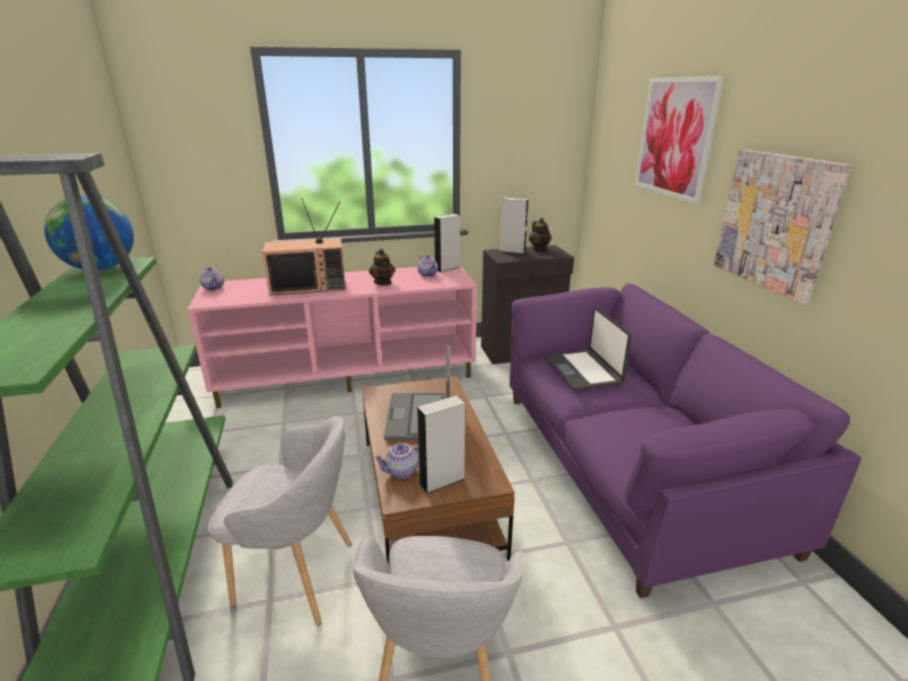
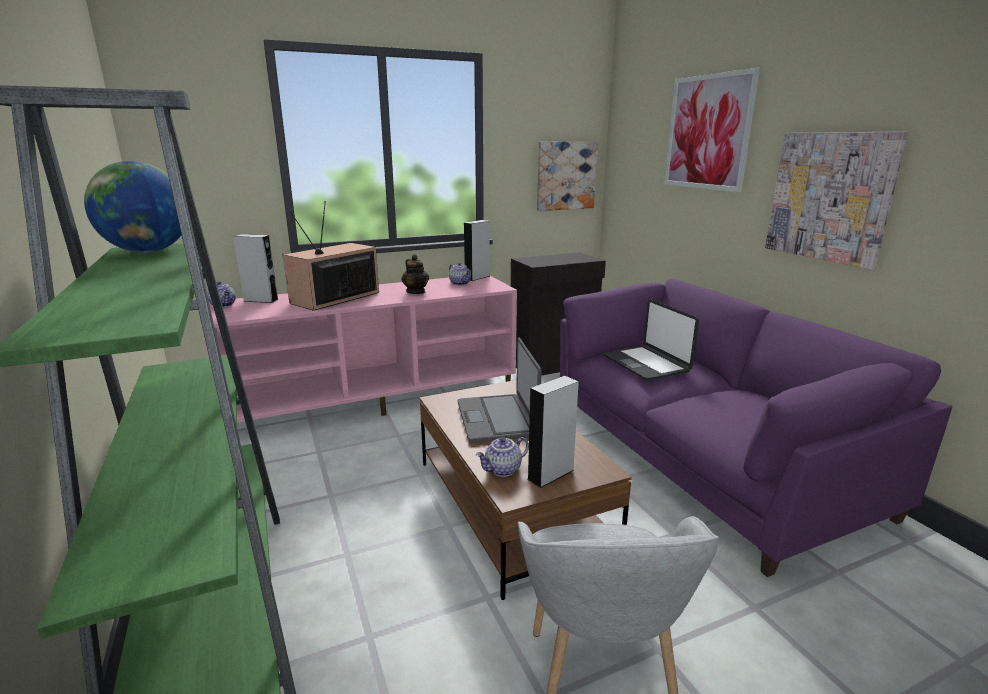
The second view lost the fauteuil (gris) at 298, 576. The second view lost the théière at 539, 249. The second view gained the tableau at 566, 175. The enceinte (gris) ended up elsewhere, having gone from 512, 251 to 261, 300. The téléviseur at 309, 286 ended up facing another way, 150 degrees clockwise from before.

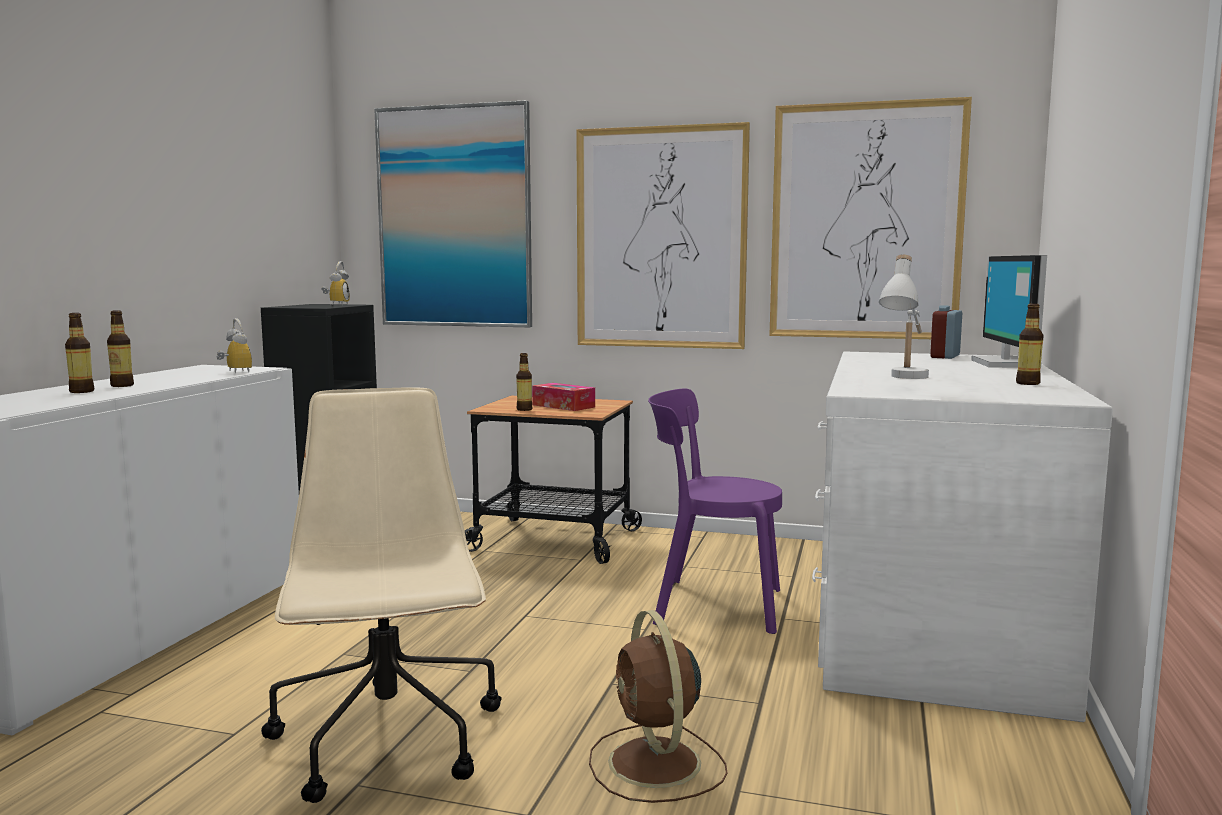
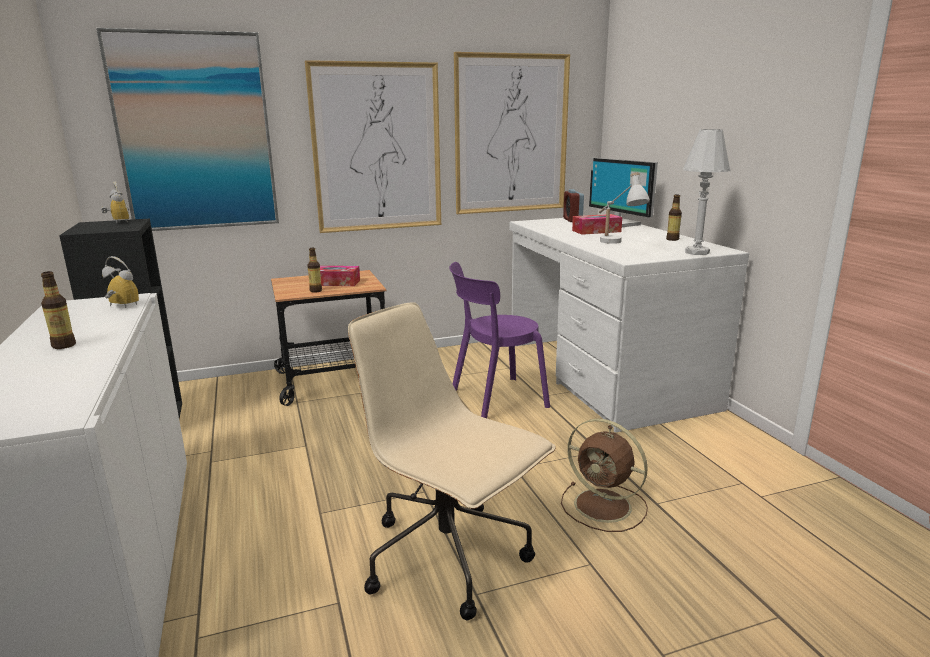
The second view lost the bouteille at 81, 391. The second view gained the boîte à mouchoirs at 596, 231. The second view gained the lampe de table (blanc) at 697, 252.

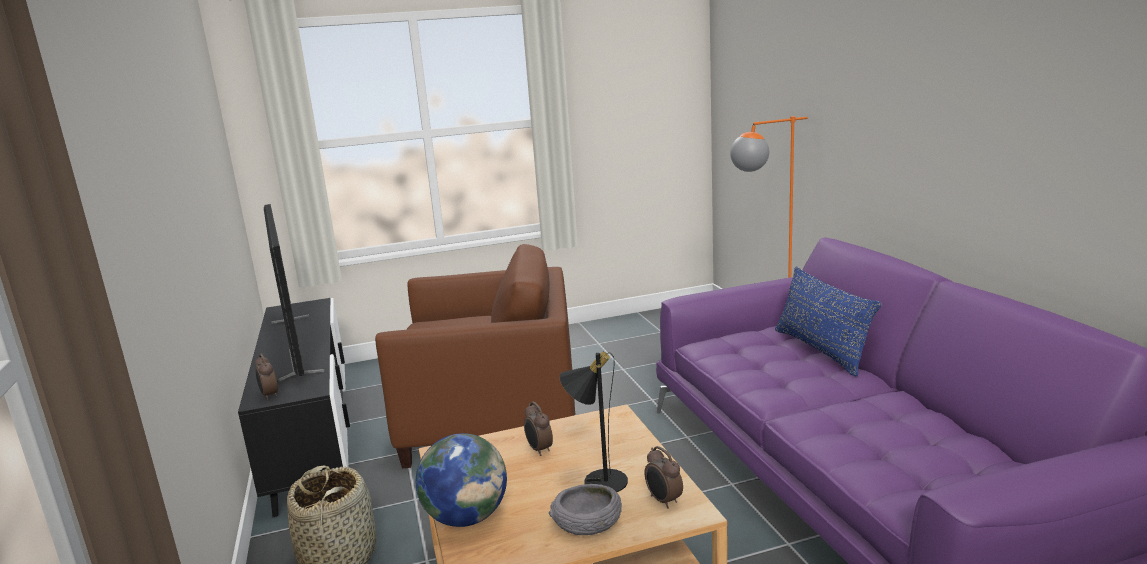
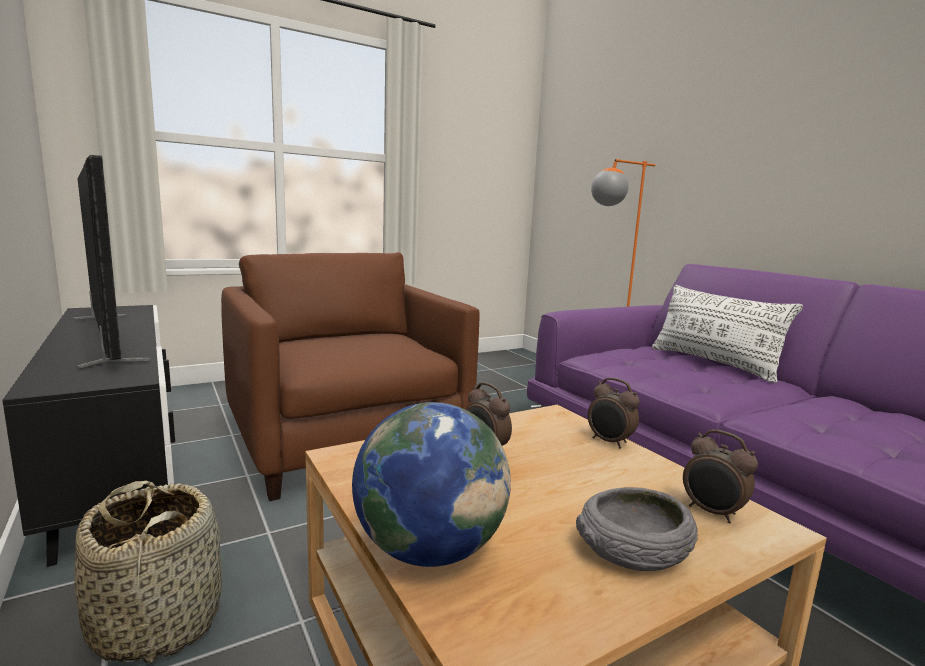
The second view lost the lampe de table (noir) at 598, 479. The réveil ended up elsewhere, having gone from 269, 395 to 609, 442. What was the coussin (bleu) at 821, 350 turned into the coussin (blanc) at 713, 363. The fauteuil (marron) at 491, 419 ended up facing another way, 105 degrees counterclockwise from before.

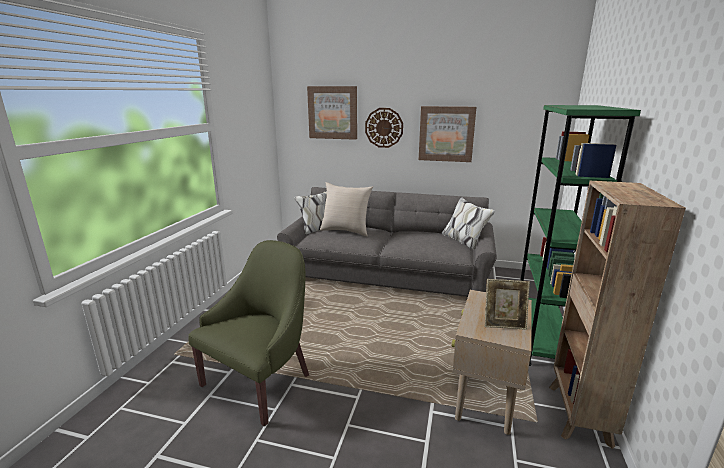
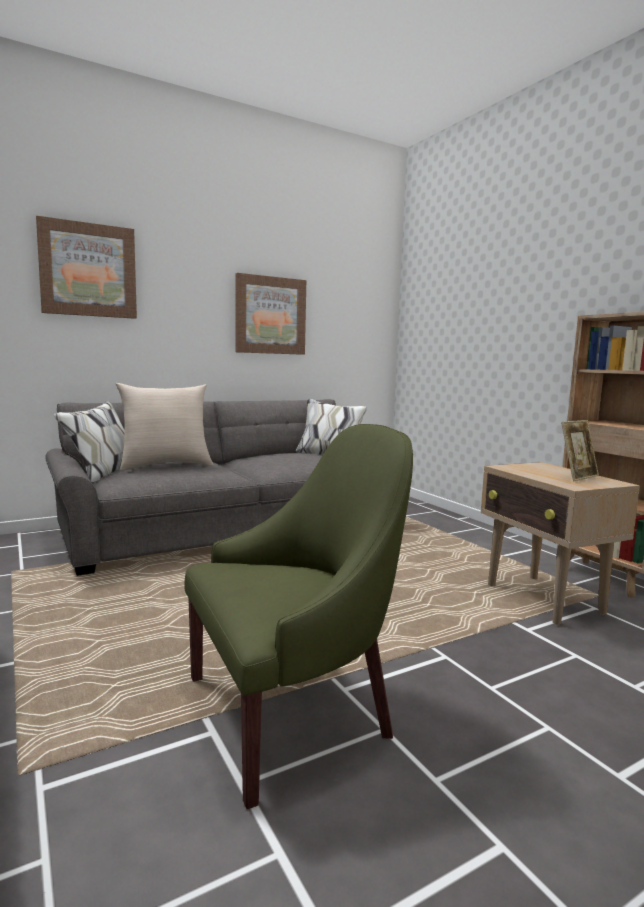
The second view lost the horloge murale at 384, 127. The second view lost the bibliothèque (vert) at 543, 337. The fauteuil (vert) at 260, 381 ended up facing another way, 75 degrees clockwise from before.

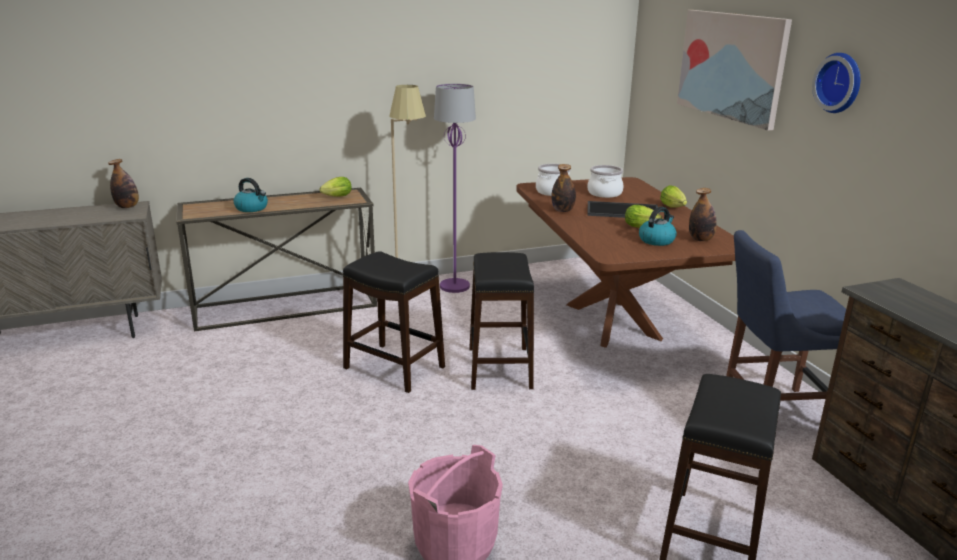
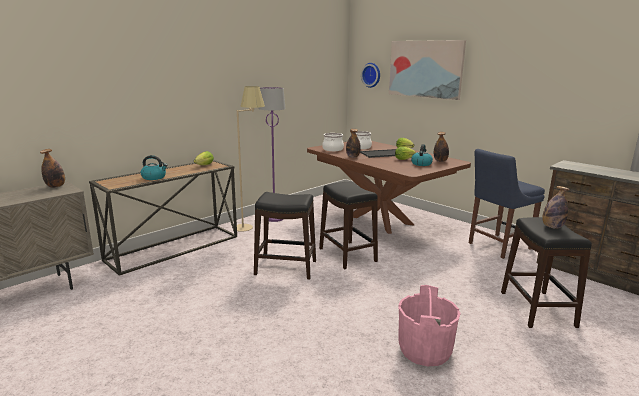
The second view gained the bouteille at 552, 227. The horloge murale ended up elsewhere, having gone from 840, 83 to 372, 75.

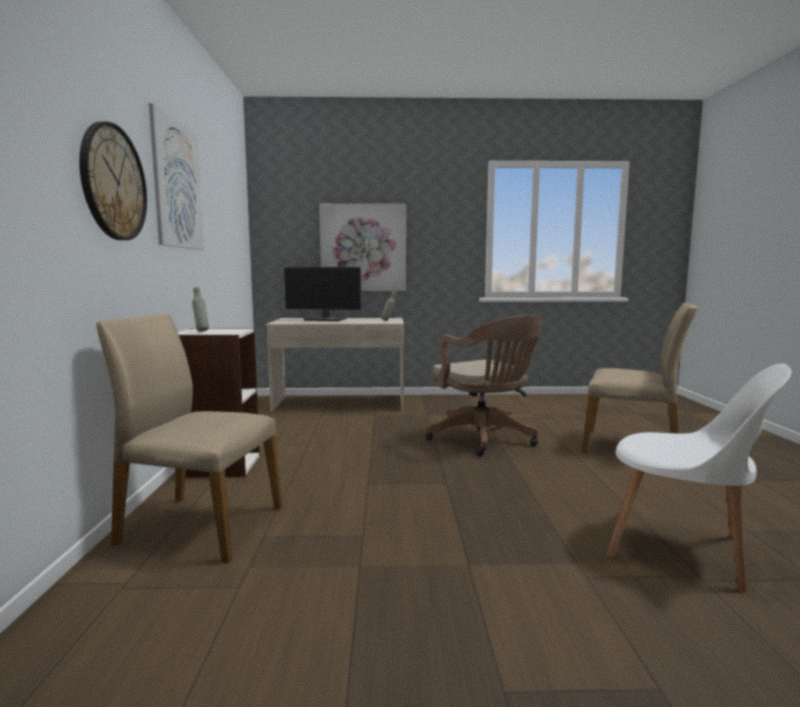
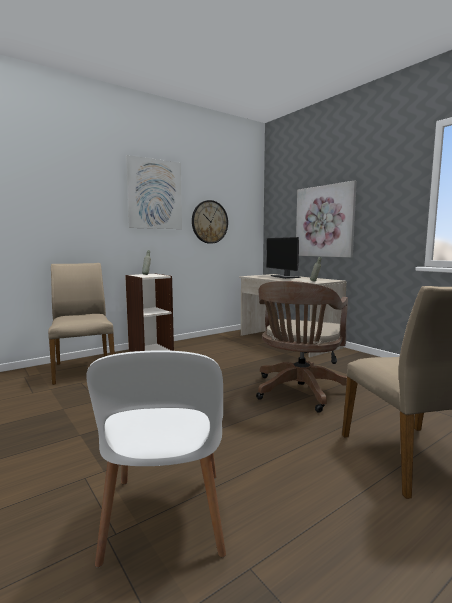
The horloge murale ended up elsewhere, having gone from 113, 183 to 209, 222.

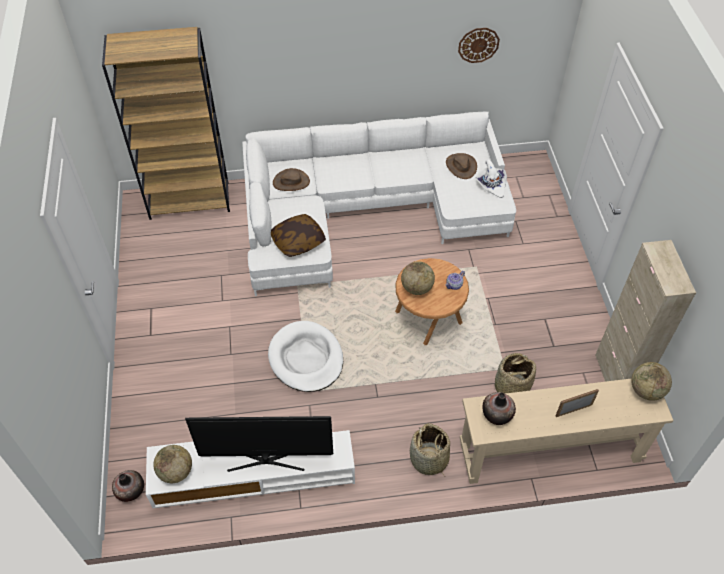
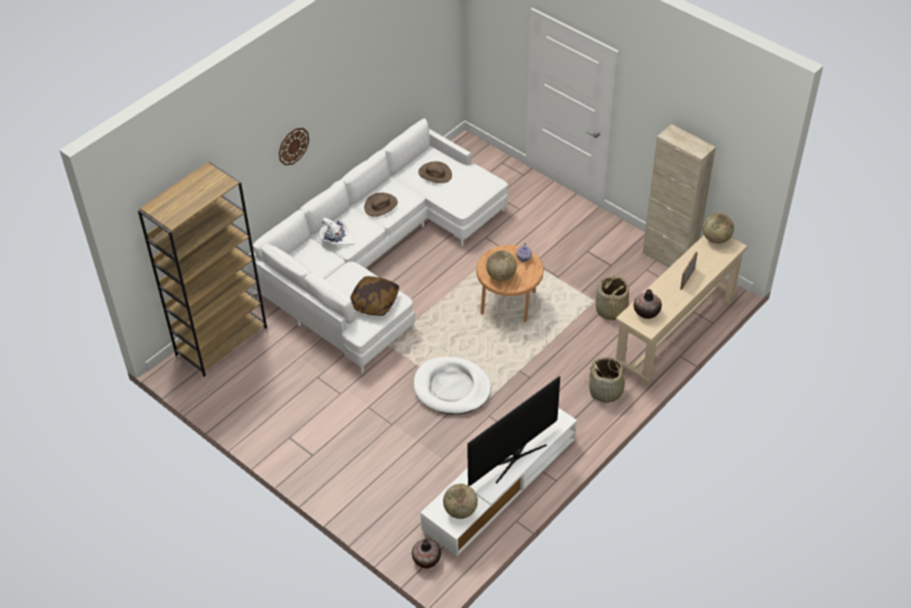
The chapeau (marron) ended up elsewhere, having gone from 291, 182 to 381, 205. The horloge murale ended up elsewhere, having gone from 478, 45 to 293, 146. The chapeau (blanc) ended up elsewhere, having gone from 491, 184 to 336, 238.

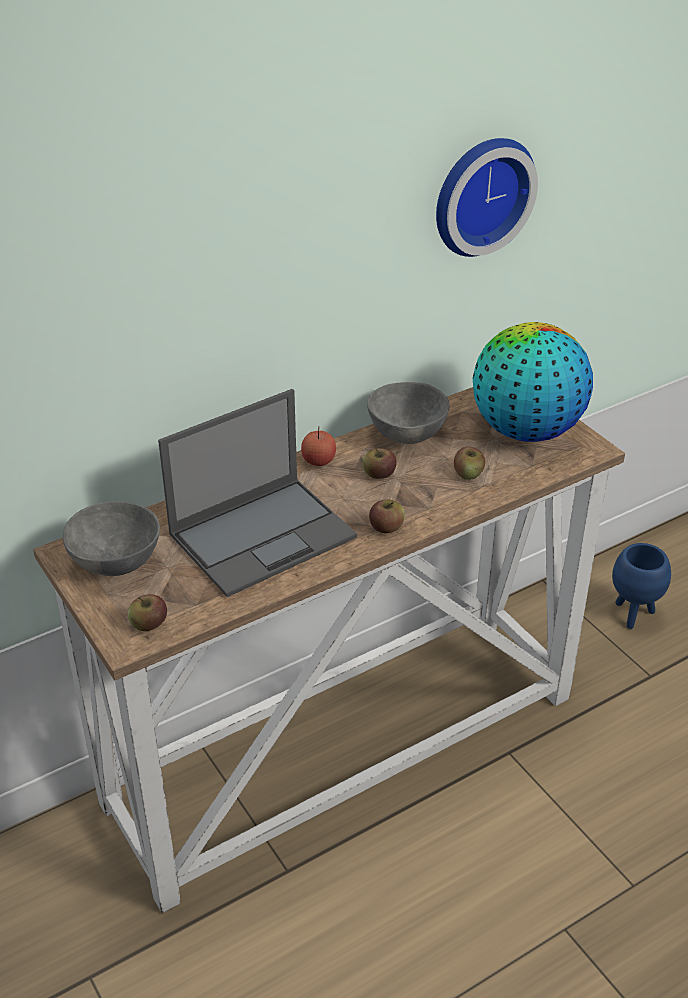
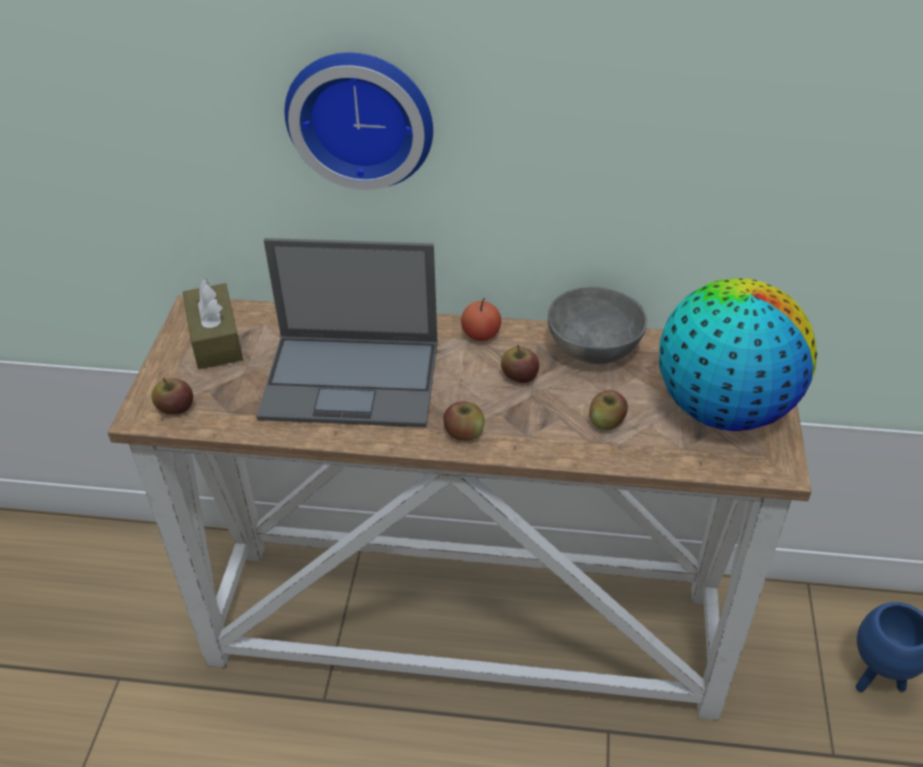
The horloge murale ended up elsewhere, having gone from 479, 194 to 361, 116. Where the bol (gris) stood at 113, 562, the boîte à mouchoirs (marron) came to stand at 215, 339.

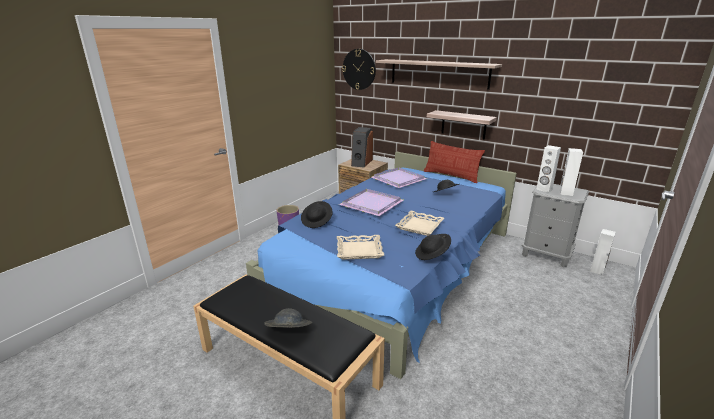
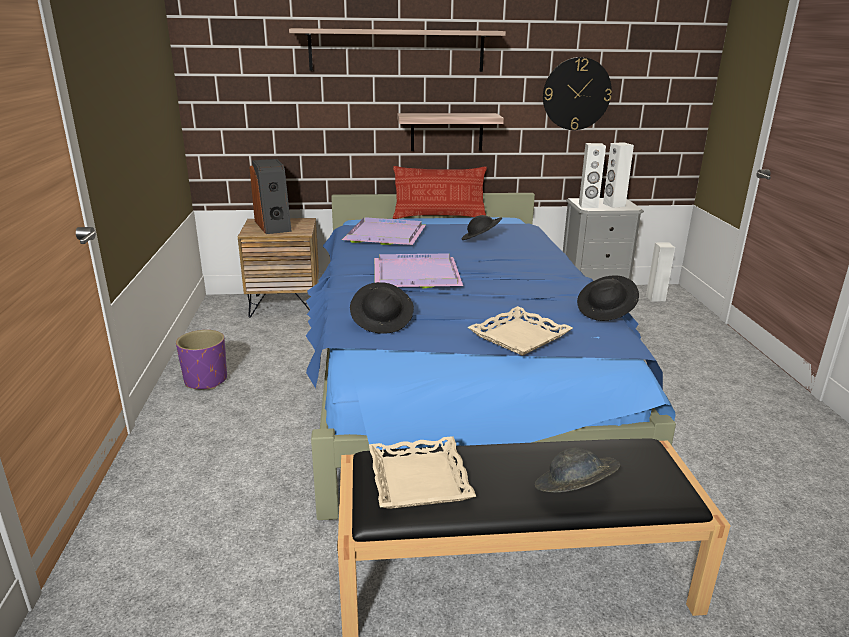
The horloge murale ended up elsewhere, having gone from 359, 69 to 576, 94. The plateau (beige) ended up elsewhere, having gone from 419, 226 to 418, 479.

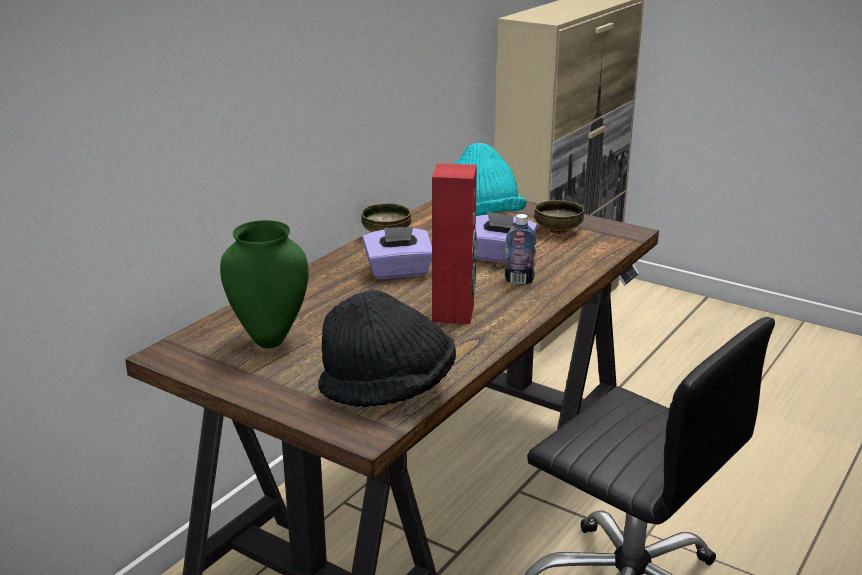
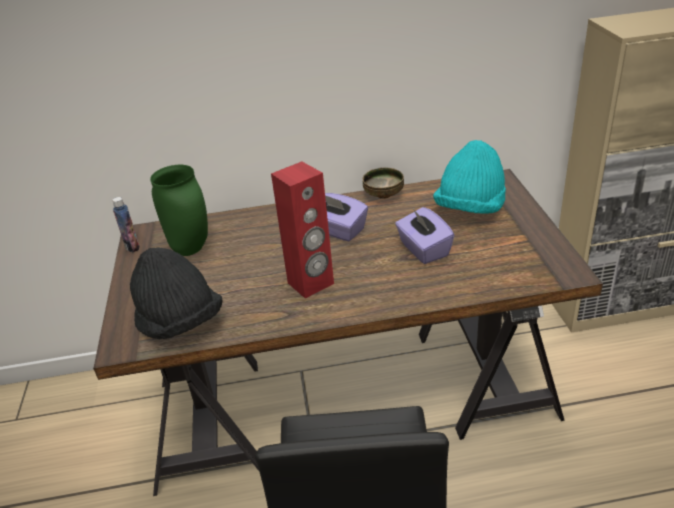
The second view lost the bol at 557, 231. The bouteille ended up elsewhere, having gone from 519, 281 to 132, 247.

